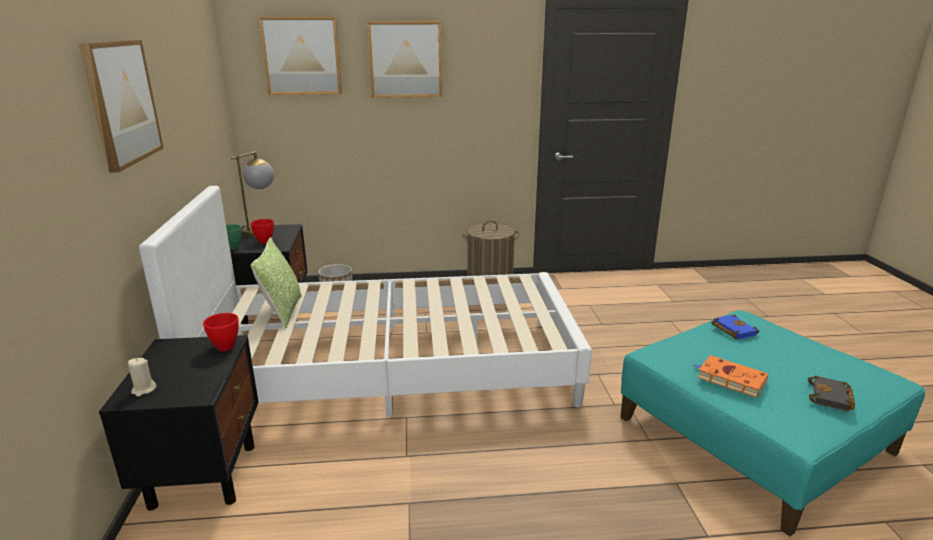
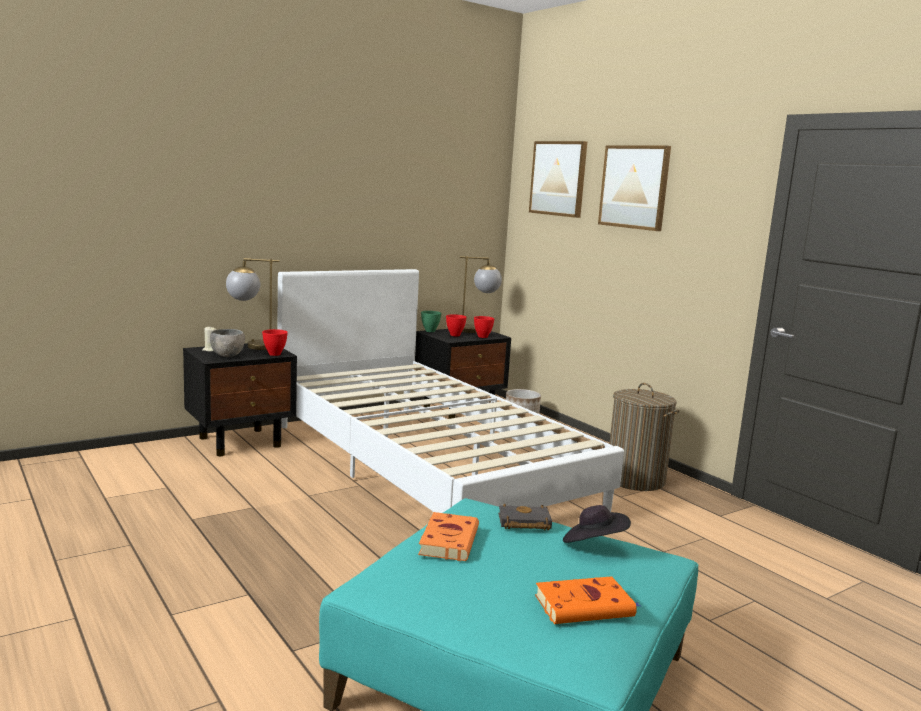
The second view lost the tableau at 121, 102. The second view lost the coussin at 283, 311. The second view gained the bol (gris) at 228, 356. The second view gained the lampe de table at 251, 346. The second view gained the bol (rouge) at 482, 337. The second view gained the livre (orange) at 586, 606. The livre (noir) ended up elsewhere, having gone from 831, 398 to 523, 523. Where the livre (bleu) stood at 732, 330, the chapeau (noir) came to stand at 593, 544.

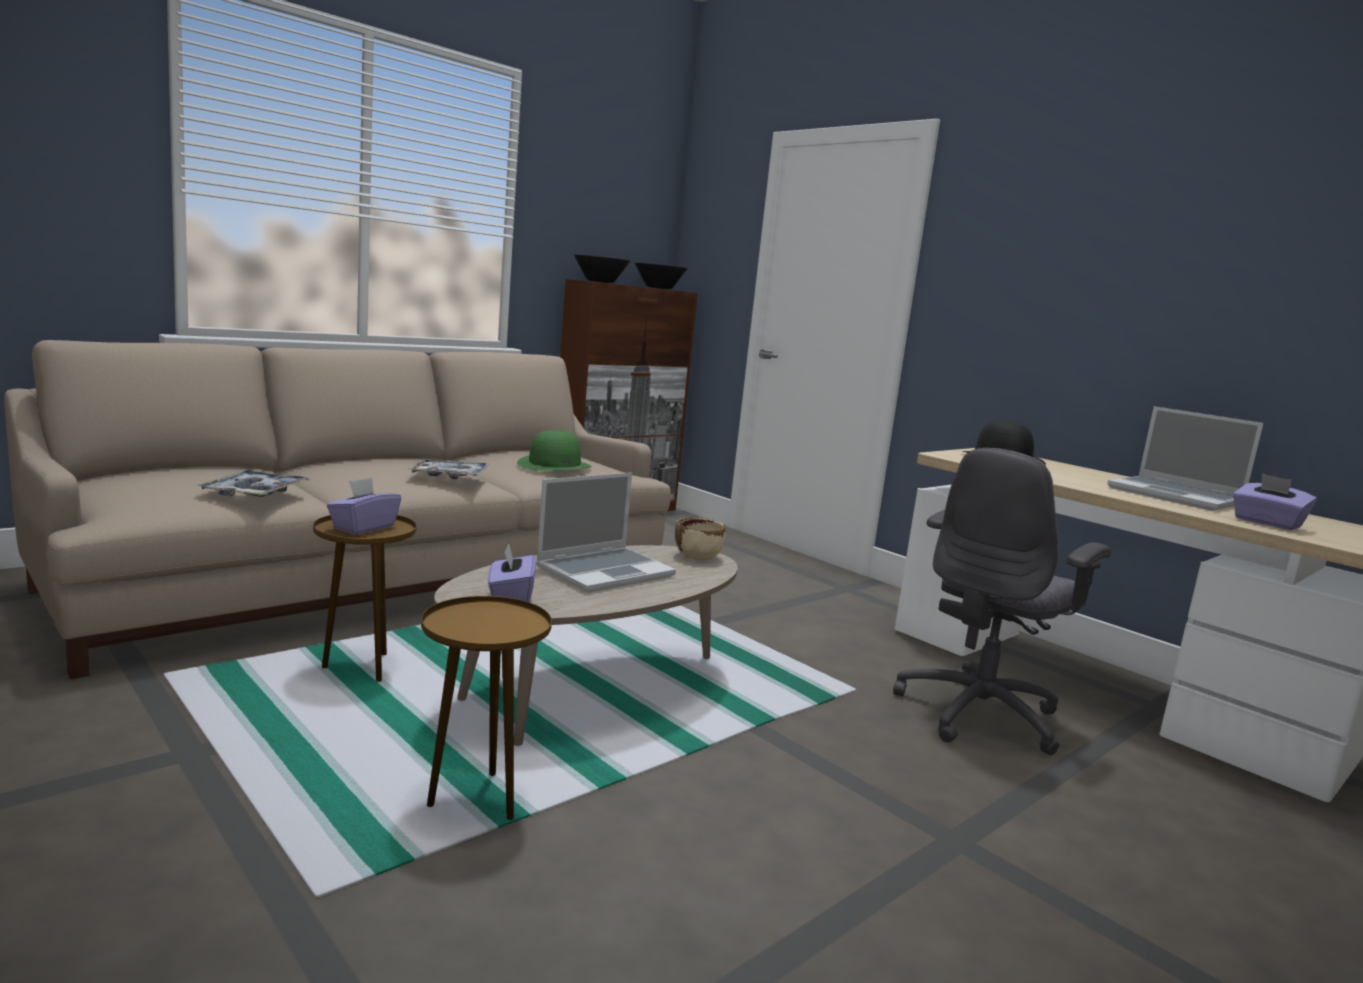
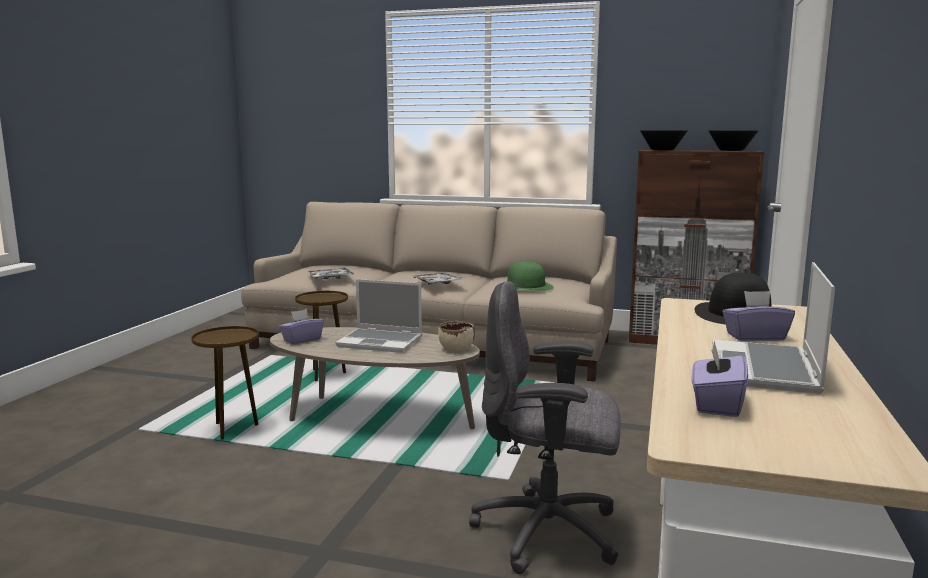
The boîte à mouchoirs (violet) ended up elsewhere, having gone from 363, 527 to 755, 337.

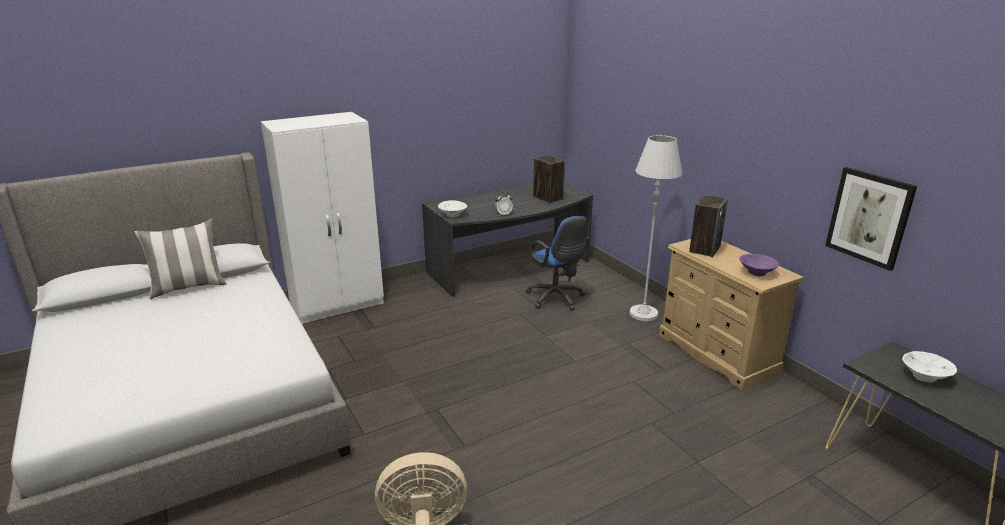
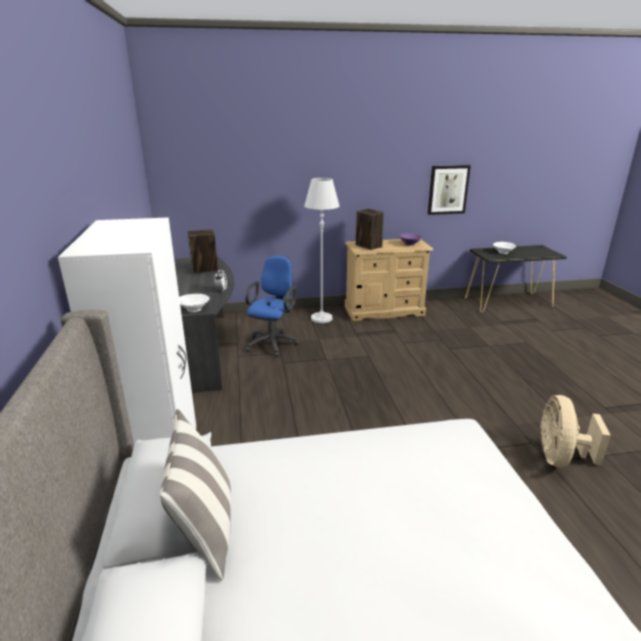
The chaise de bureau (bleu) at 557, 299 ended up facing another way, 60 degrees counterclockwise from before.

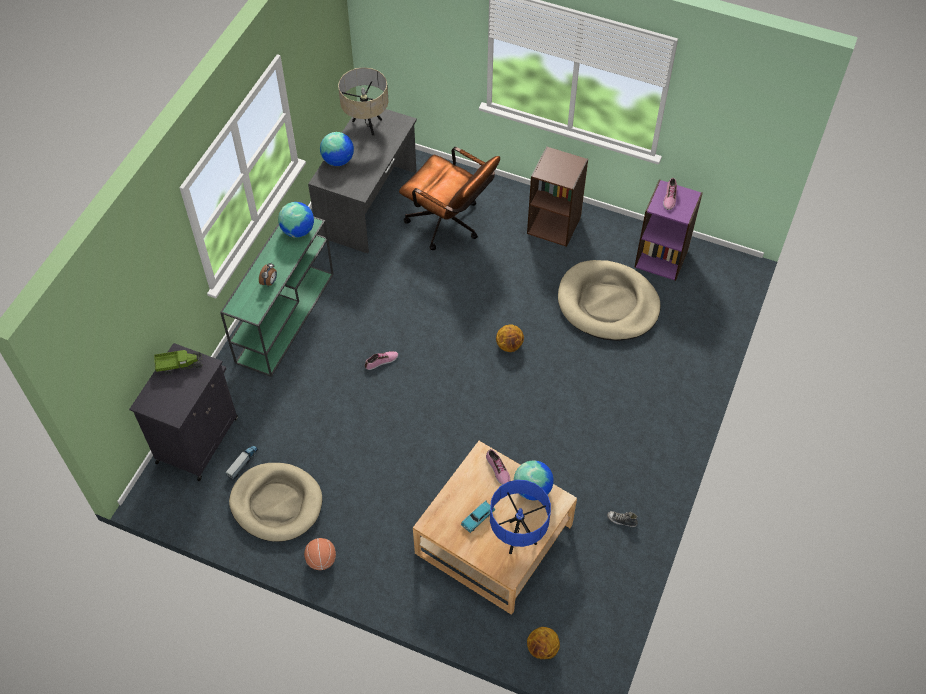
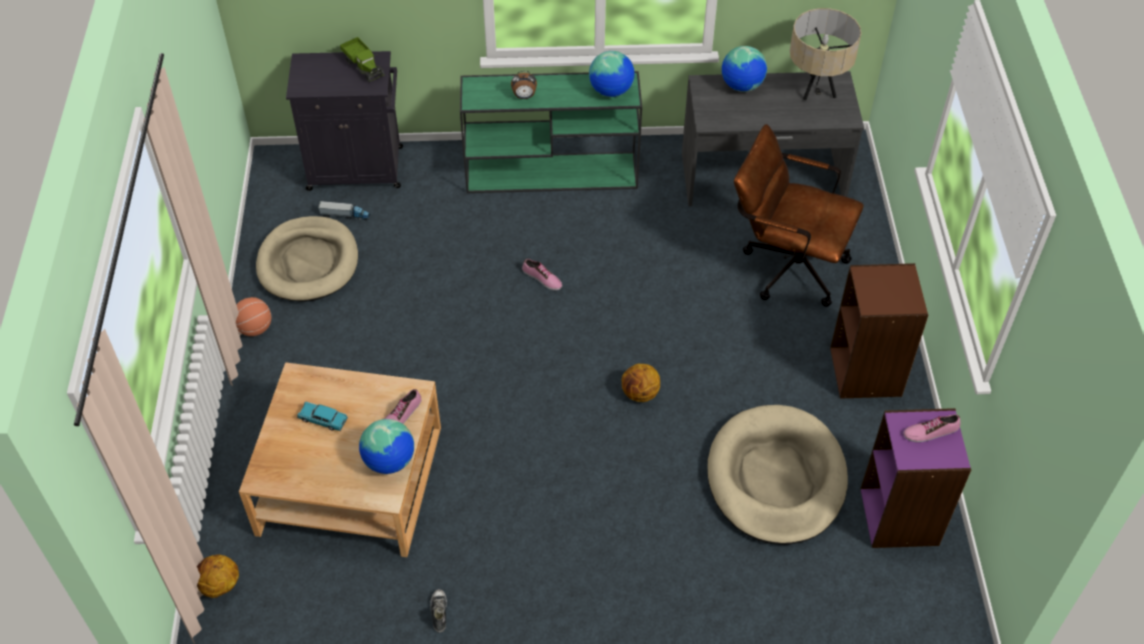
The second view lost the lampe de table (bleu) at 517, 536. The chaise de bureau (marron) at 449, 225 ended up facing another way, 105 degrees clockwise from before.

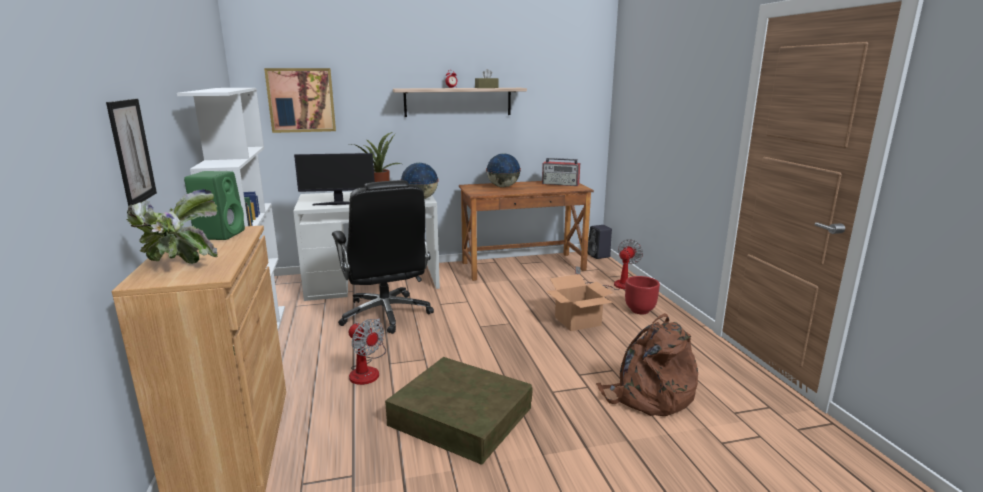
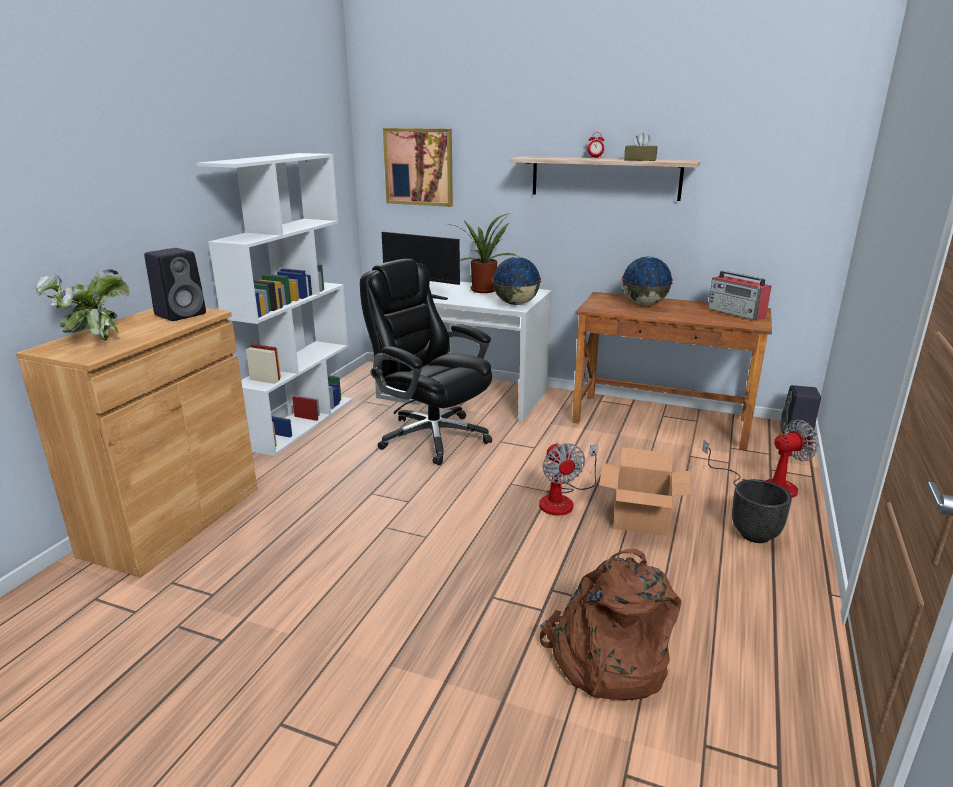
The second view lost the tableau at 132, 151. The second view lost the boîte de rangement (marron) at 460, 416. The ventilateur ended up elsewhere, having gone from 367, 370 to 563, 500. What was the enceinte (vert) at 220, 234 turned into the enceinte (noir) at 182, 314. What was the cache-pot (rouge) at 640, 310 turned into the cache-pot (noir) at 755, 535. The chaise de bureau (noir) at 386, 314 ended up facing another way, 120 degrees clockwise from before.

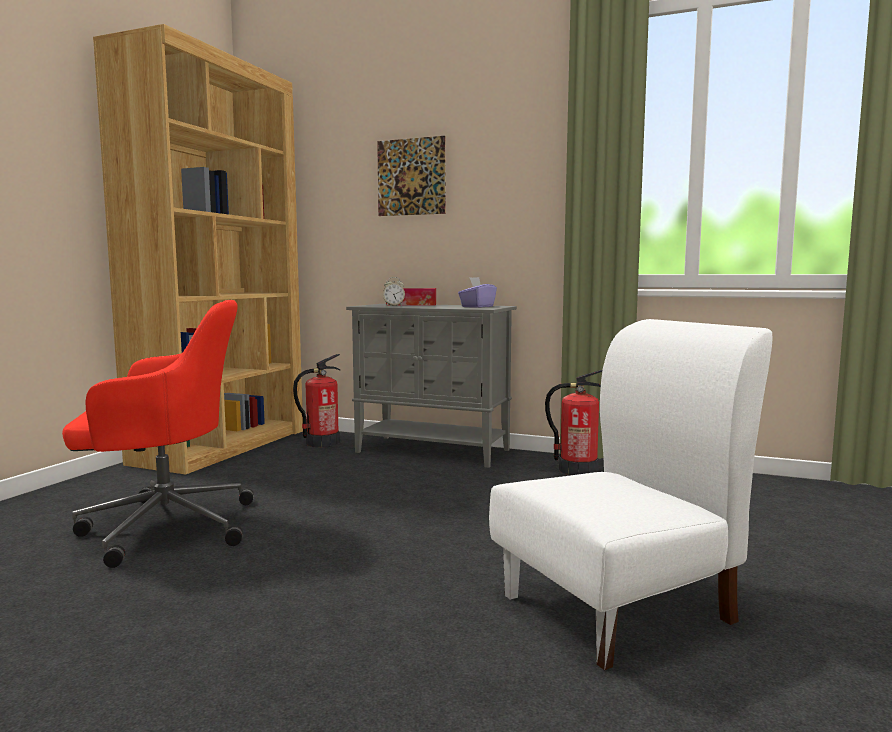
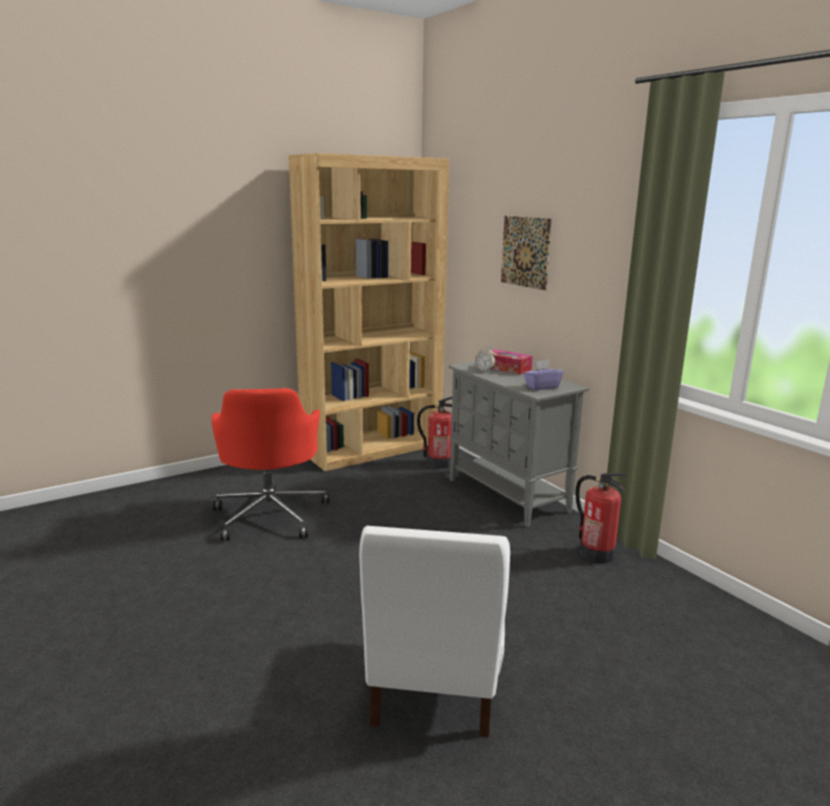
The chaise de bureau (rouge) at 164, 526 ended up facing another way, 60 degrees clockwise from before. The chaise (blanc) at 619, 608 ended up facing another way, 90 degrees clockwise from before.

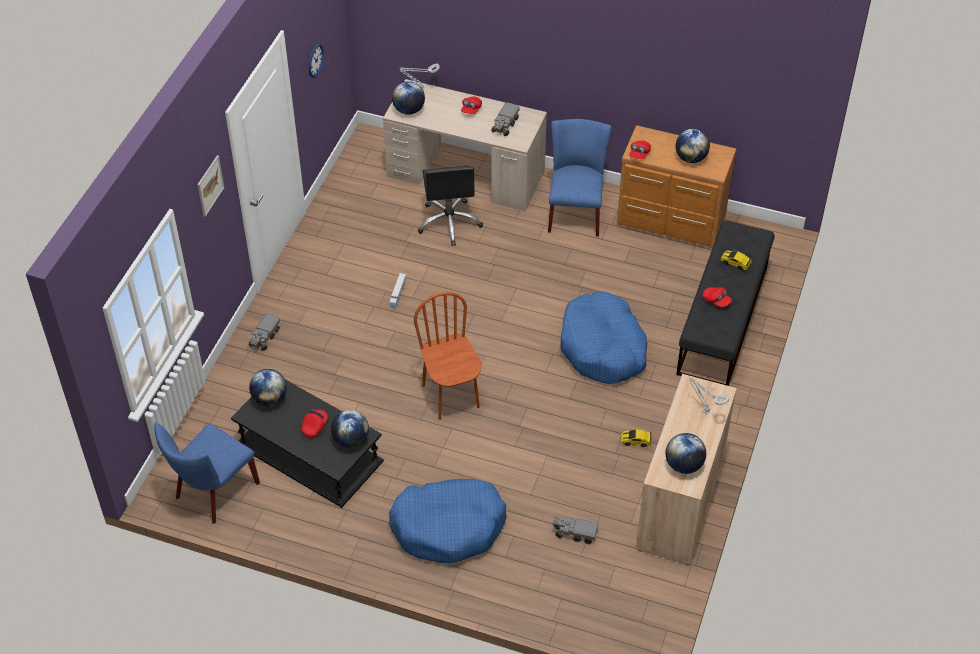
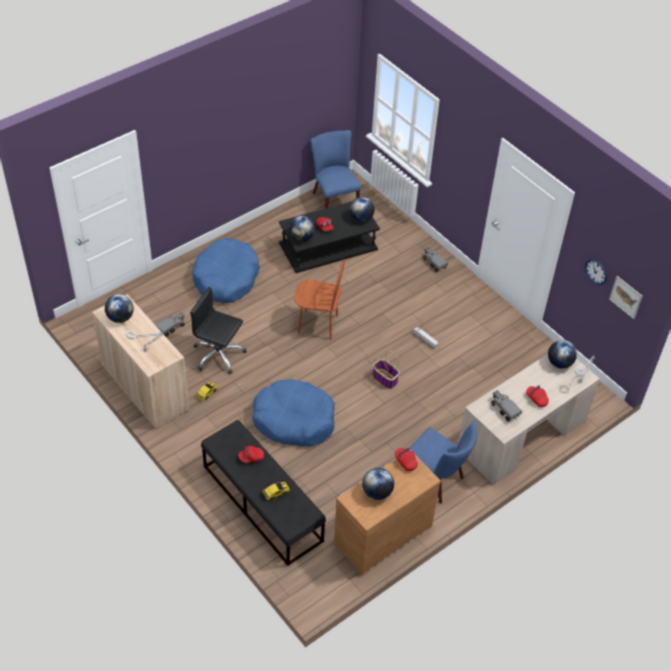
The second view gained the panier at 385, 379. The tableau ended up elsewhere, having gone from 210, 185 to 626, 297. The chaise de bureau (noir) ended up elsewhere, having gone from 449, 222 to 218, 355.

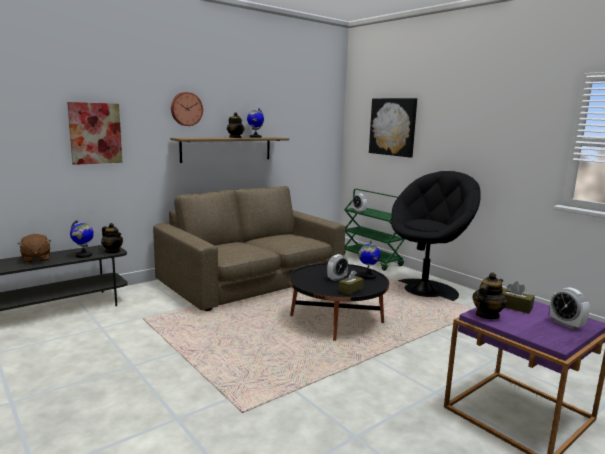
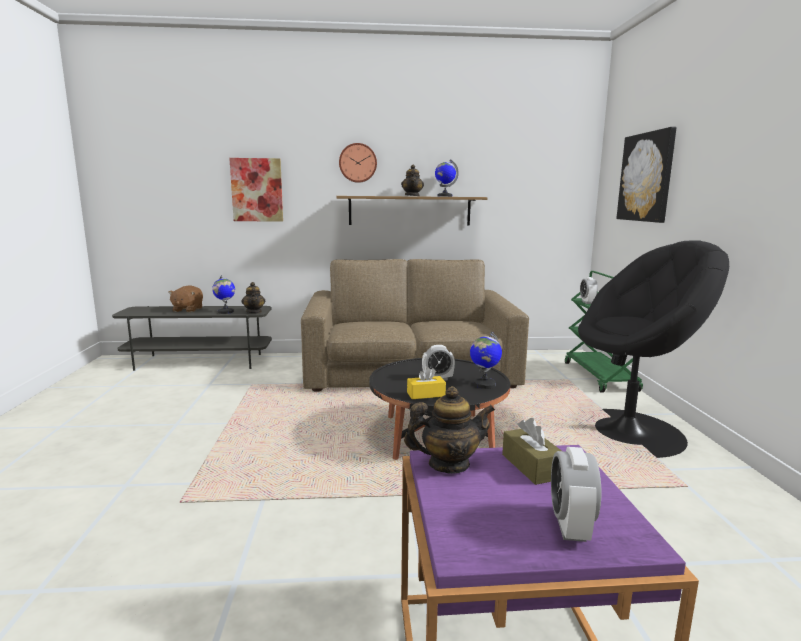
What was the boîte à mouchoirs (marron) at 350, 290 turned into the boîte à mouchoirs (jaune) at 426, 394.

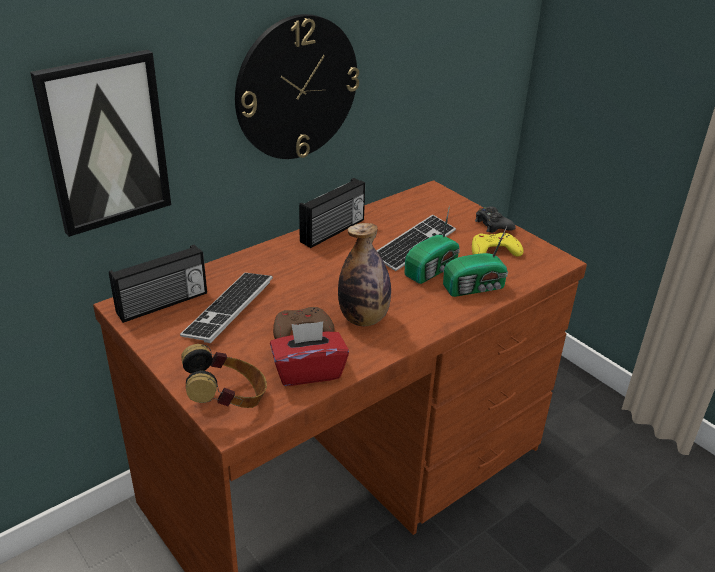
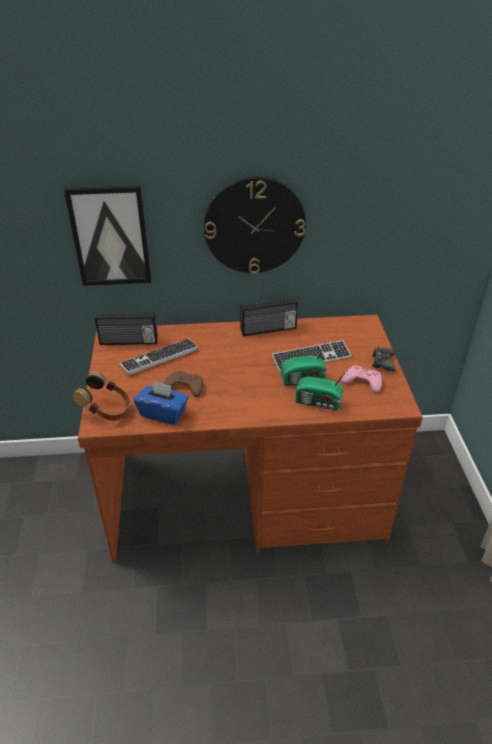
The second view lost the bouteille at 363, 319. What was the boîte à mouchoirs (rouge) at 308, 371 turned into the boîte à mouchoirs (bleu) at 163, 413. What was the manette (jaune) at 494, 250 turned into the manette (rose) at 362, 381.

